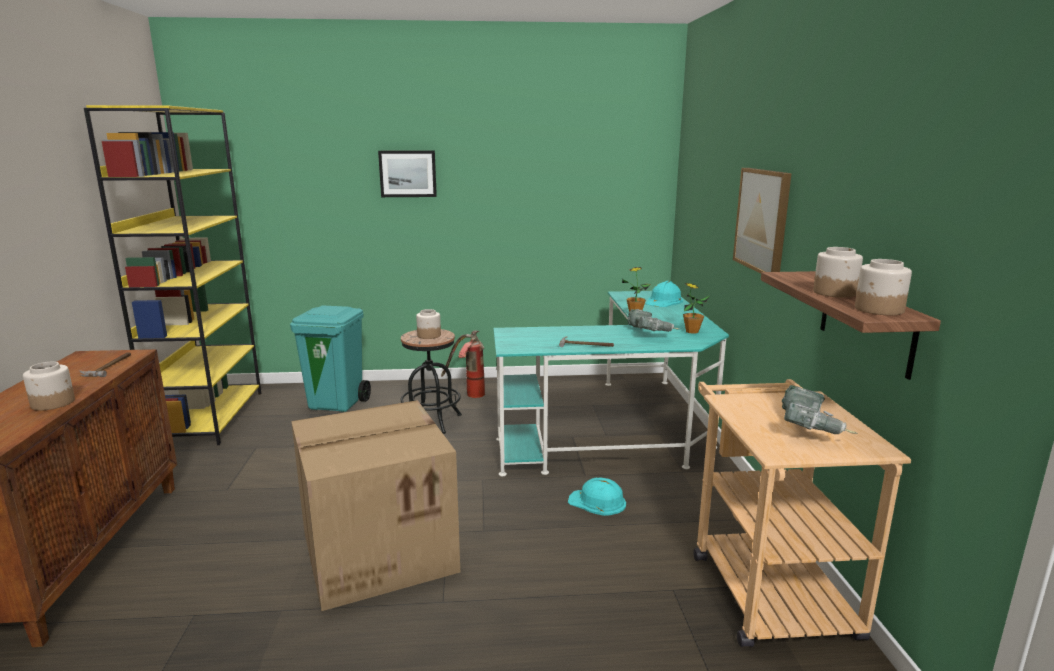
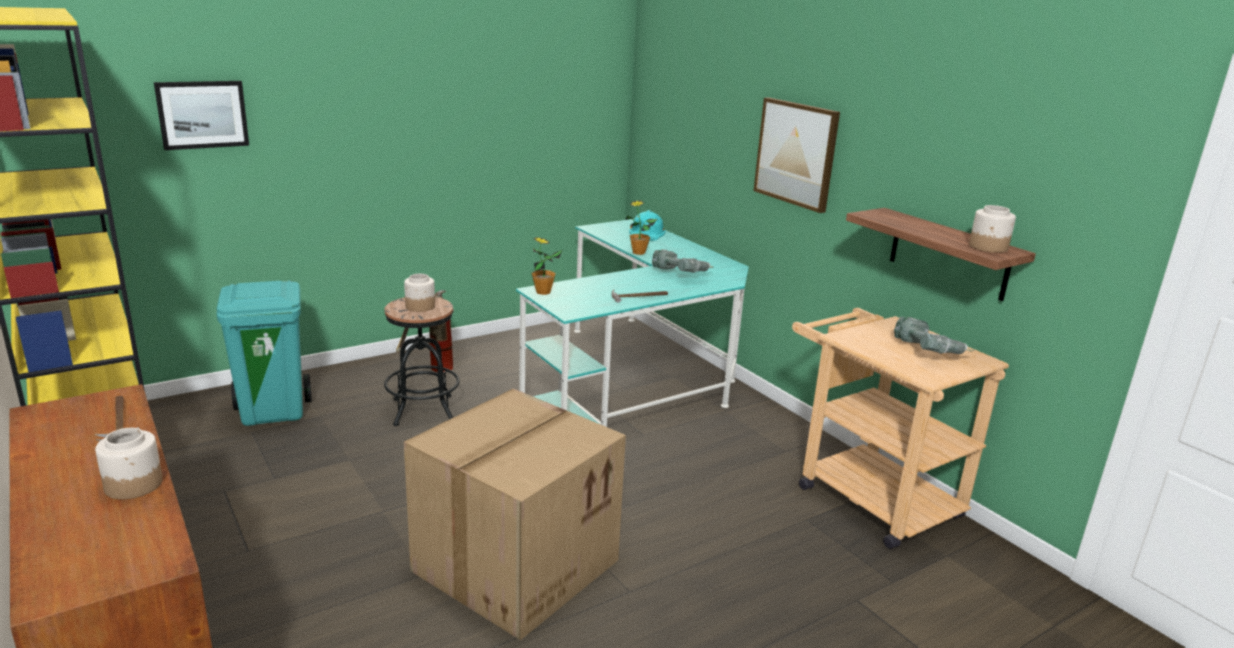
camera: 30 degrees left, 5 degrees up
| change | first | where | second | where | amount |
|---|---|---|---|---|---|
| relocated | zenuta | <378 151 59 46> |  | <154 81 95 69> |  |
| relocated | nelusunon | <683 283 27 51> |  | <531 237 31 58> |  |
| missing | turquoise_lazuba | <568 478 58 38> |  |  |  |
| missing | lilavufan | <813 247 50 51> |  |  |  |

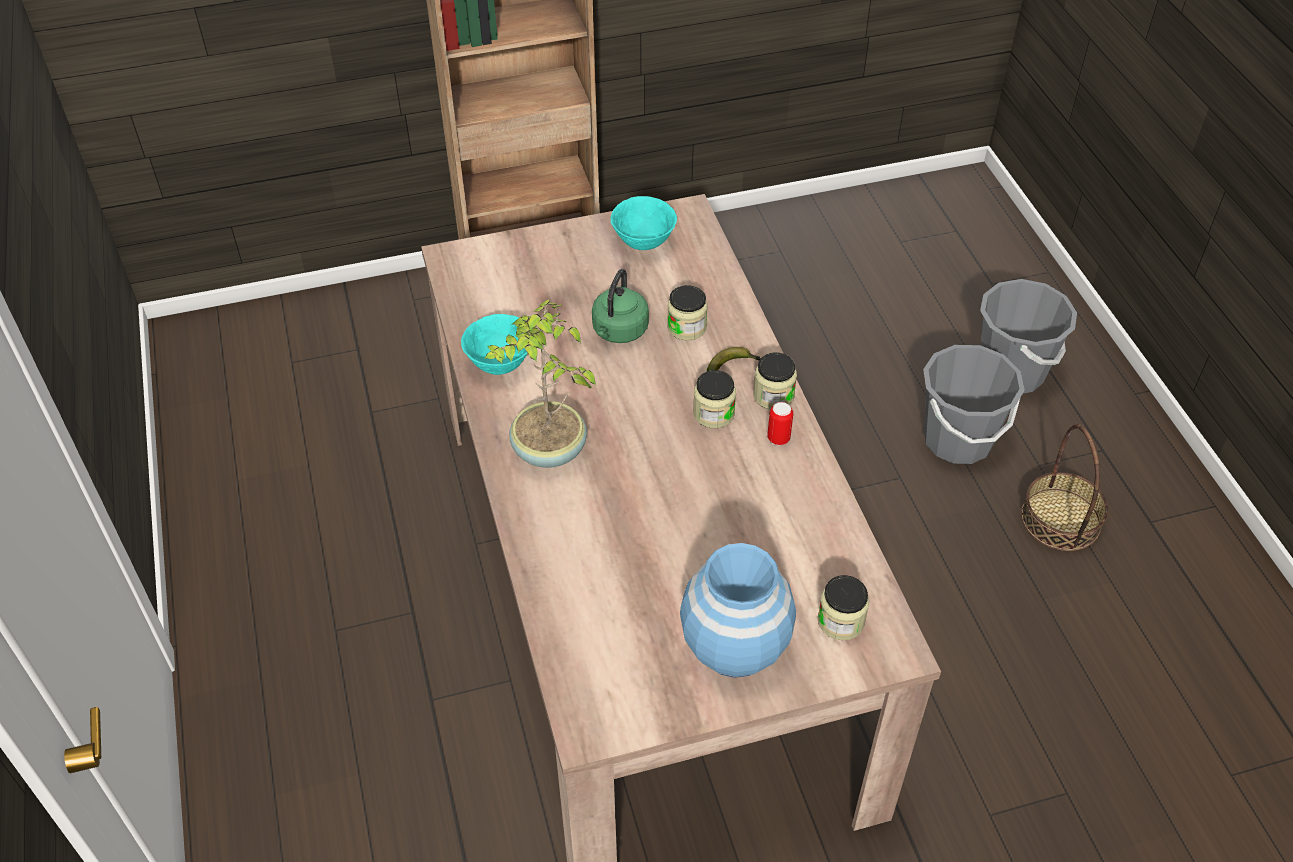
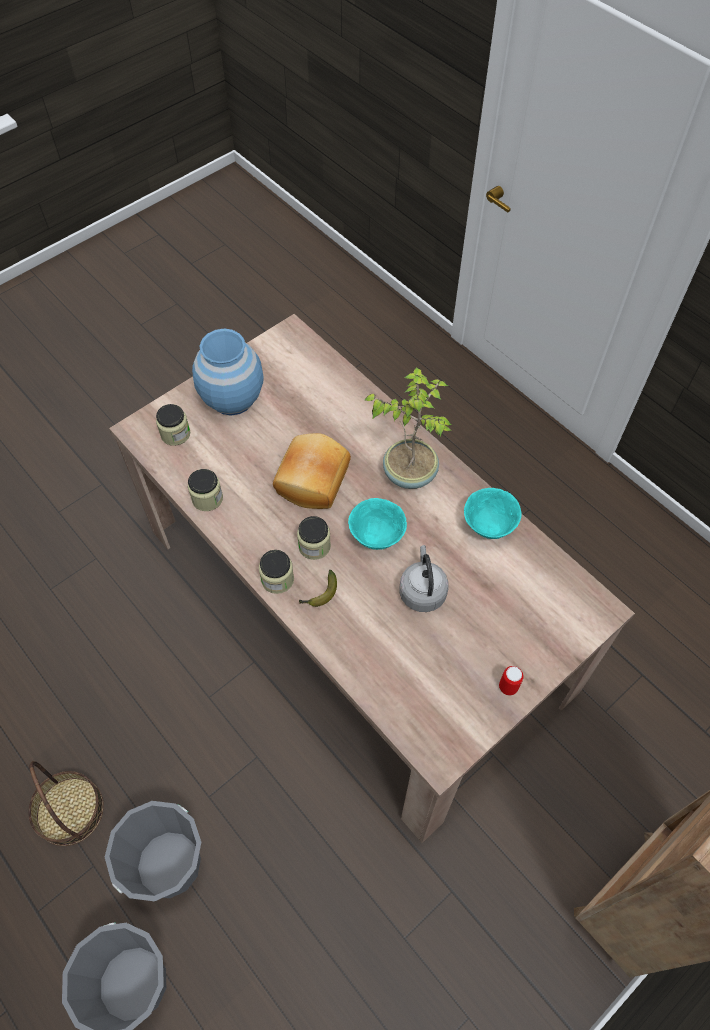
camera: 155 degrees right, 10 degrees up
| change | first | where | second | where | amount |
|---|---|---|---|---|---|
| relocated | lilavufan | <667 285 41 56> |  | <188 469 35 42> |  |
| appeared |  |  | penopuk | <273 433 78 76> |  |
| relocated | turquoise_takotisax | <611 196 66 54> |  | <348 498 59 52> |  |
| colour | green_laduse | <592 269 57 74> | grey_laduse | <399 545 50 67> |  |
| relocated | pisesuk | <767 402 26 44> |  | <499 666 25 29> |  |

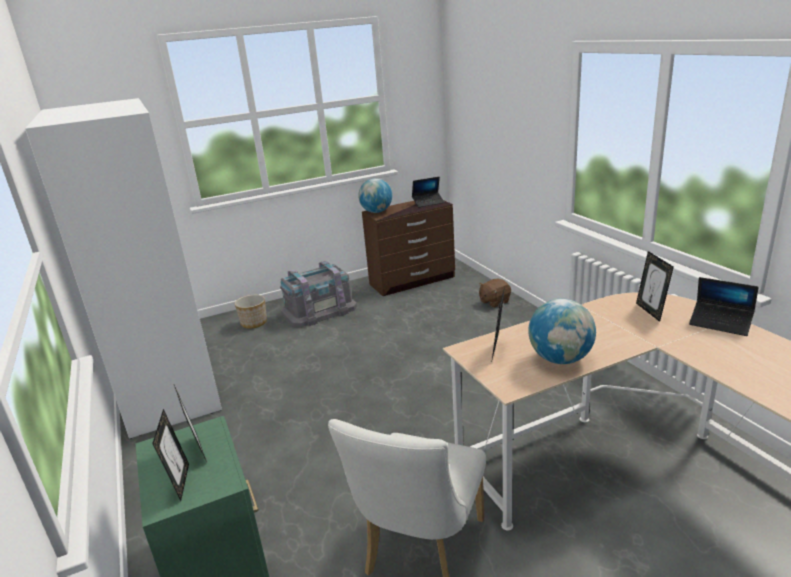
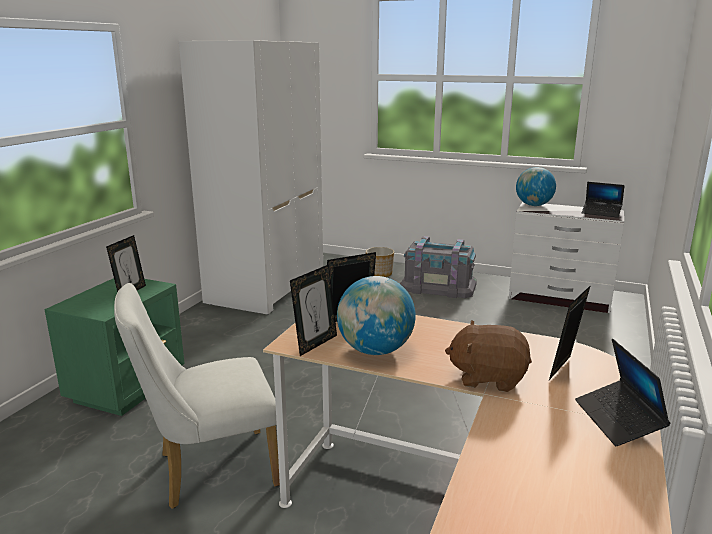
camera: 45 degrees right, 5 degrees down
| change | first | where | second | where | amount |
|---|---|---|---|---|---|
| relocated | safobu | <152 409 37 92> |  | <290 264 47 92> |  |
| relocated | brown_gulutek | <479 279 32 29> |  | <445 320 87 72> |  |
| colour | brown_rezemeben | <362 200 93 96> | white_rezemeben | <509 202 115 111> |  |

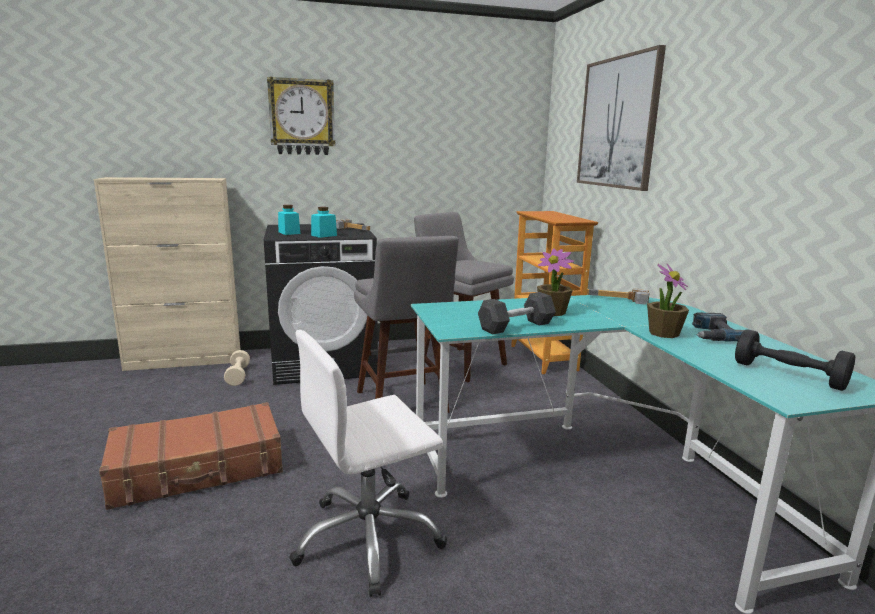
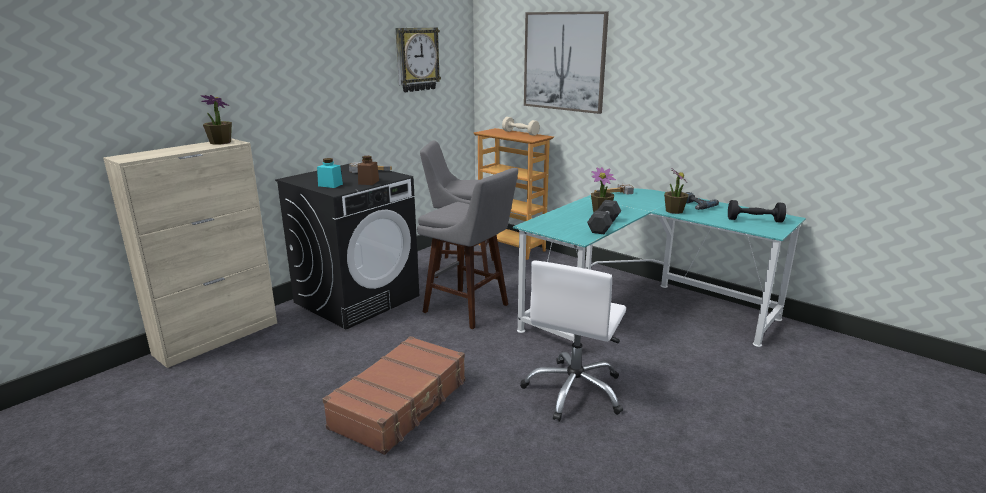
camera: 35 degrees left, 5 degrees up
| change | first | where | second | where | amount |
|---|---|---|---|---|---|
| appeared |  |  | nelusunon | <201 95 31 50> |  |
| colour | turquoise_lilavufan | <311 207 26 31> | brown_lilavufan | <358 156 21 29> |  |
| relocated | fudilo | <267 77 68 78> |  | <396 28 45 64> |  |
| relocated | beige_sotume | <224 350 26 36> |  | <502 117 38 19> |  |

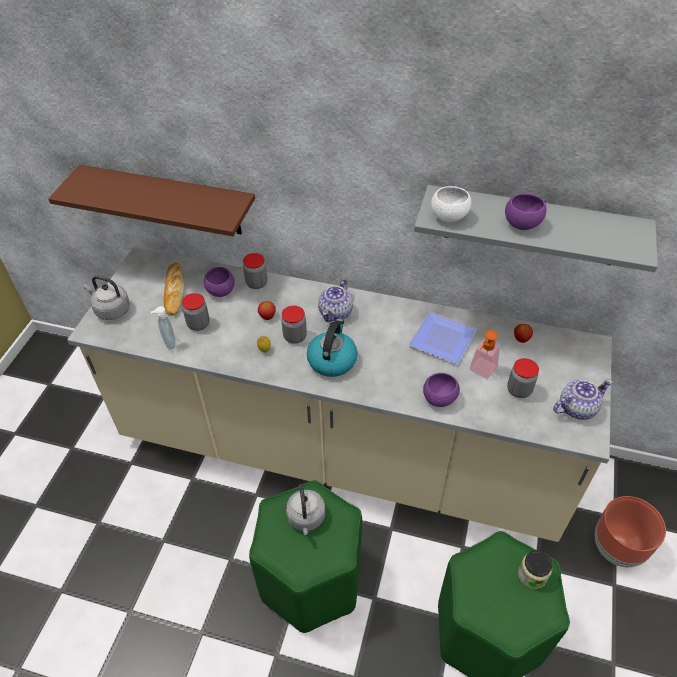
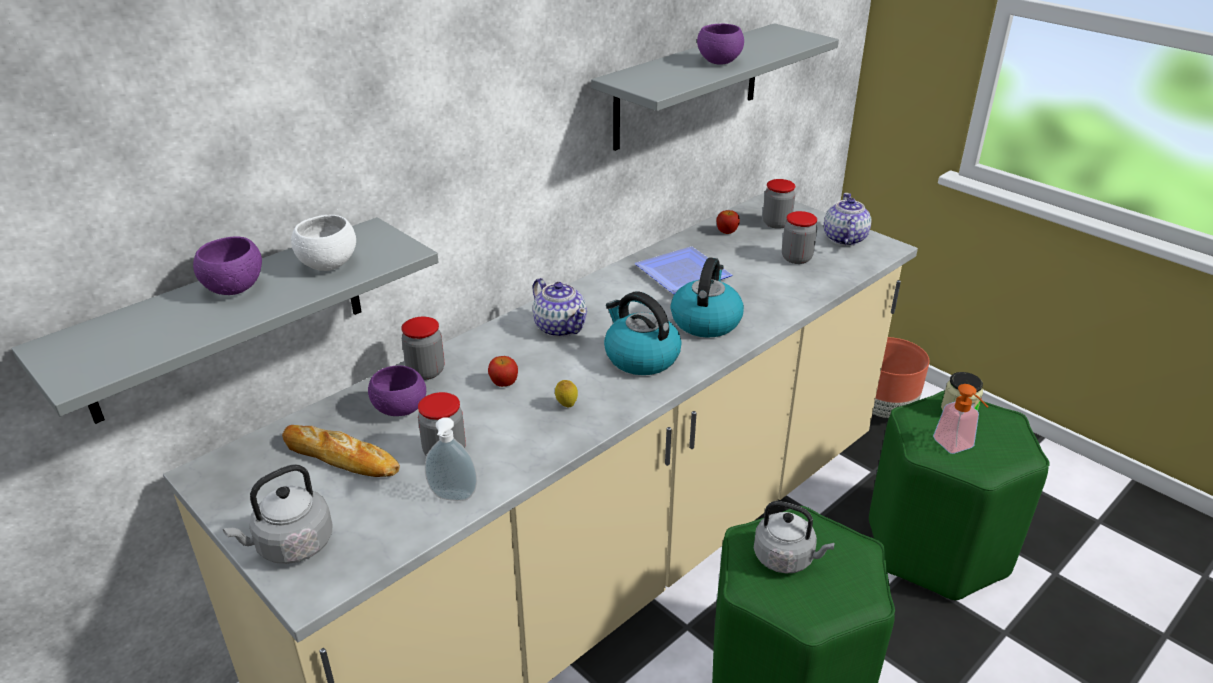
camera: 60 degrees left, 15 degrees down
| change | first | where | second | where | amount |
|---|---|---|---|---|---|
| colour | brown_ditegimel | <48 165 207 71> | grey_ditegimel | <11 217 428 207> |  |
| relocated | purple_takotisax | <423 373 37 34> |  | <193 237 69 58> |  |
| relocated | white_takotisax | <431 186 40 36> |  | <291 215 65 56> |  |
| appeared |  |  | laduse | <670 257 74 81> |  |
| relocated | lilavufan | <281 306 26 38> |  | <763 179 32 50> |  |
| relocated | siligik | <469 330 31 49> |  | <933 384 55 70> |  |

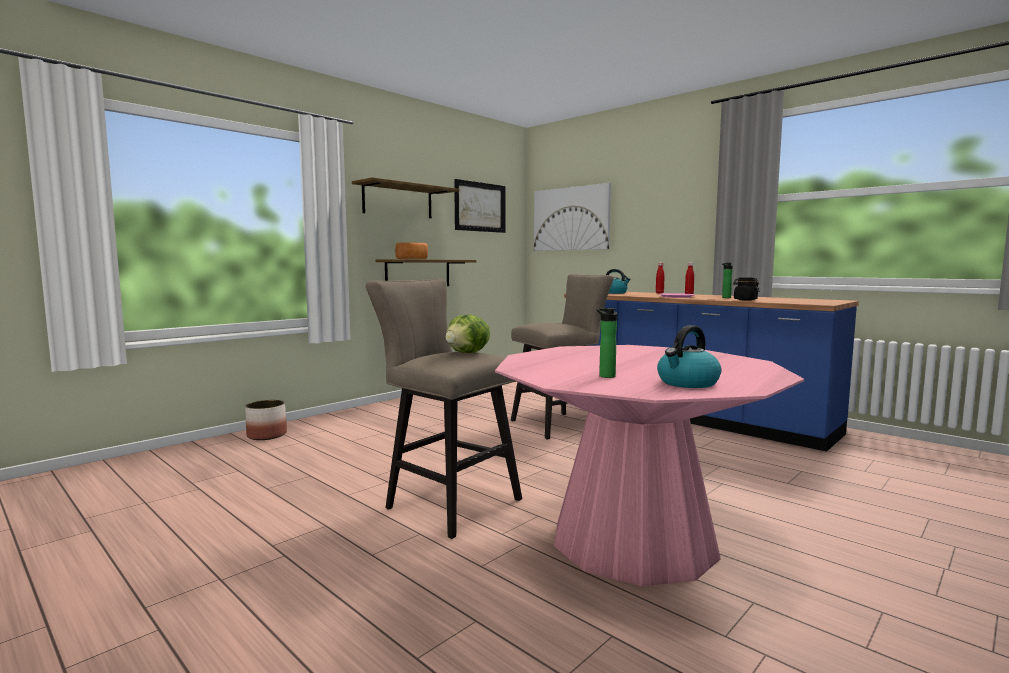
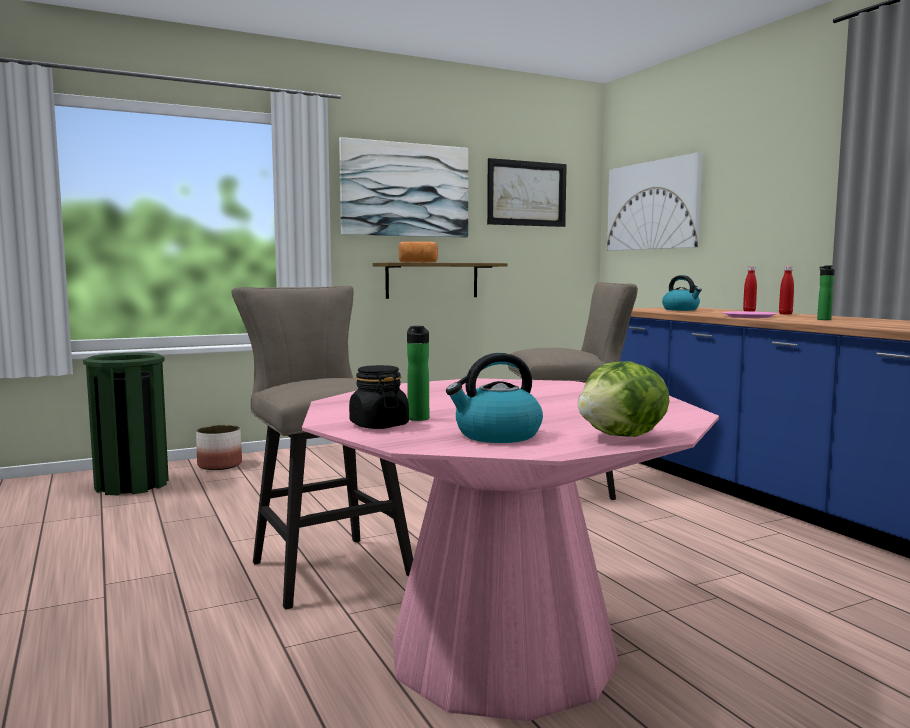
camera: 20 degrees right, 0 degrees up
| change | first | where | second | where | amount |
|---|---|---|---|---|---|
| appeared |  |  | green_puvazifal | <83 352 86 143> |  |
| exchanged | ditegimel | <352 177 107 41> | zenuta | <339 137 129 100> |  |
| relocated | black_lilavufan | <733 278 27 23> |  | <349 365 60 64> |  |
| relocated | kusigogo | <445 314 45 39> |  | <577 361 93 76> |  |

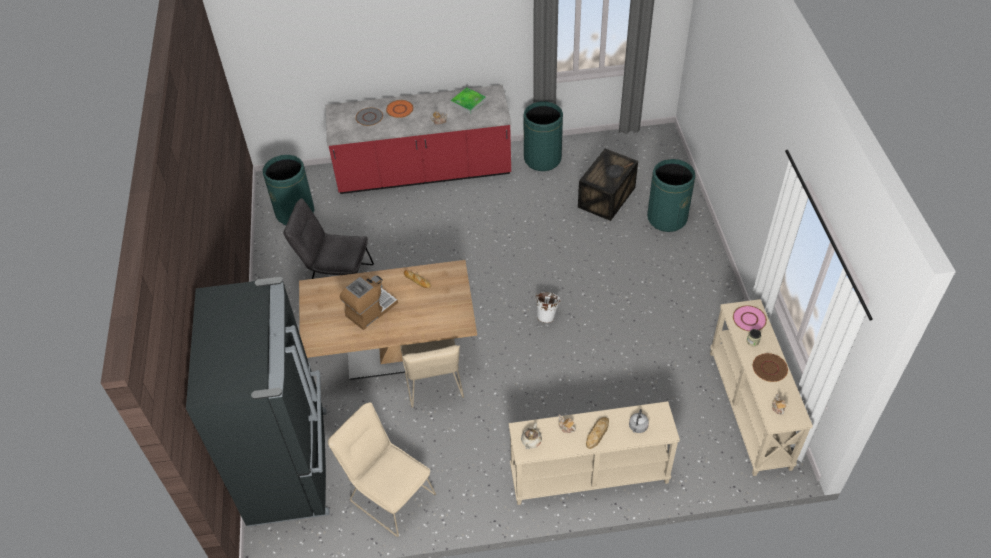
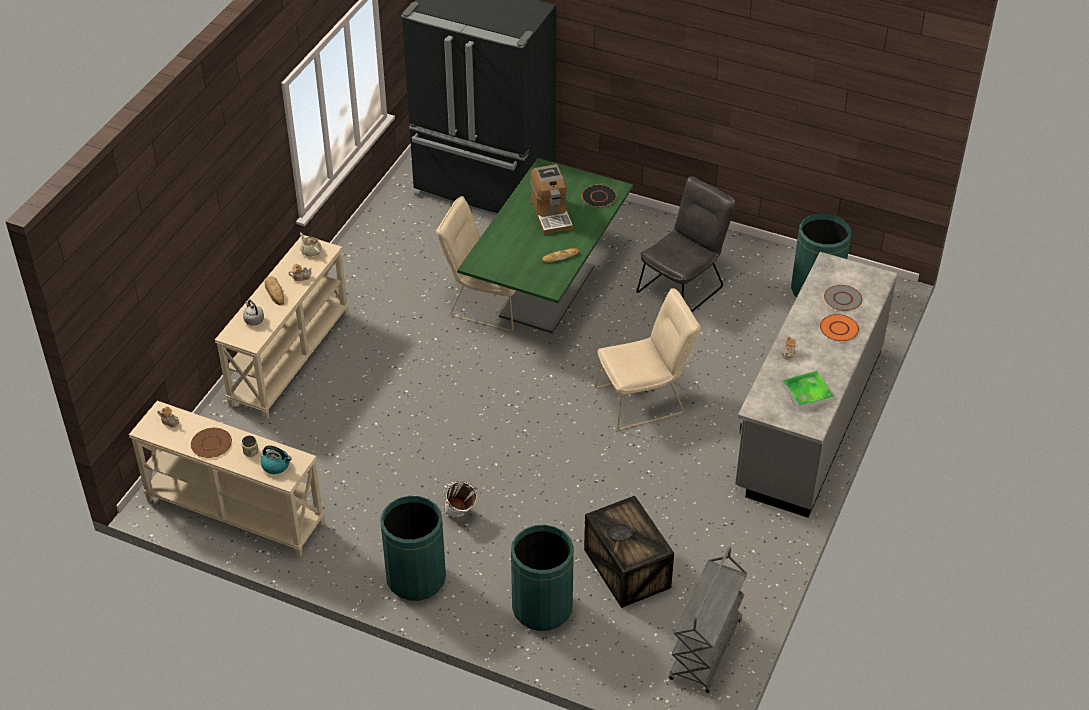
camera: 120 degrees right, 5 degrees down
| change | first | where | second | where | amount |
|---|---|---|---|---|---|
| exchanged | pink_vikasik | <733 305 34 27> | laduse | <260 445 32 29> |  |
| relocated | green_puvazifal | <523 101 40 70> |  | <380 496 66 105> |  |
| relocated | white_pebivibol | <535 292 26 31> |  | <444 481 33 37> |  |
| colour | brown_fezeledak | <299 260 178 120> | green_fezeledak | <457 158 176 175> |  |
| appeared |  |  | black_vikasik | <581 185 36 22> |  |
| relocated | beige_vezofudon | <328 402 108 135> |  | <595 288 105 142> |  |
| appeared |  |  | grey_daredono | <669 546 78 147> |  |
| colour | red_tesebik | <325 85 186 109> | grey_tesebik | <735 252 162 266> |  |

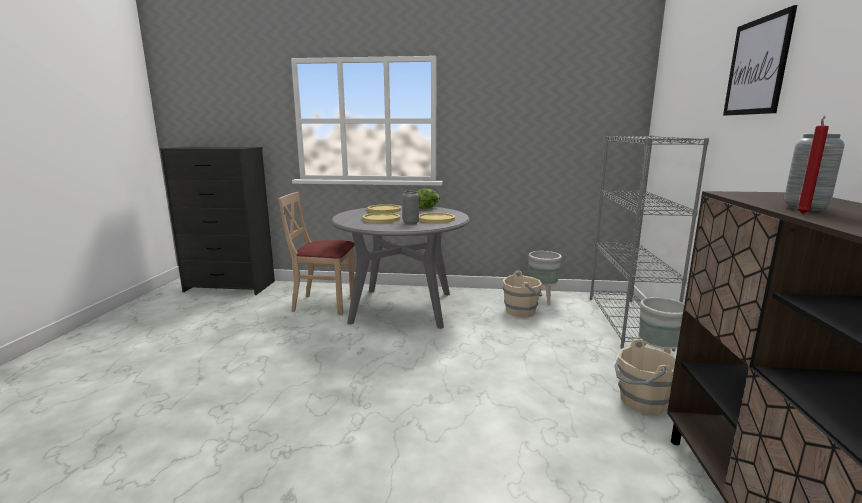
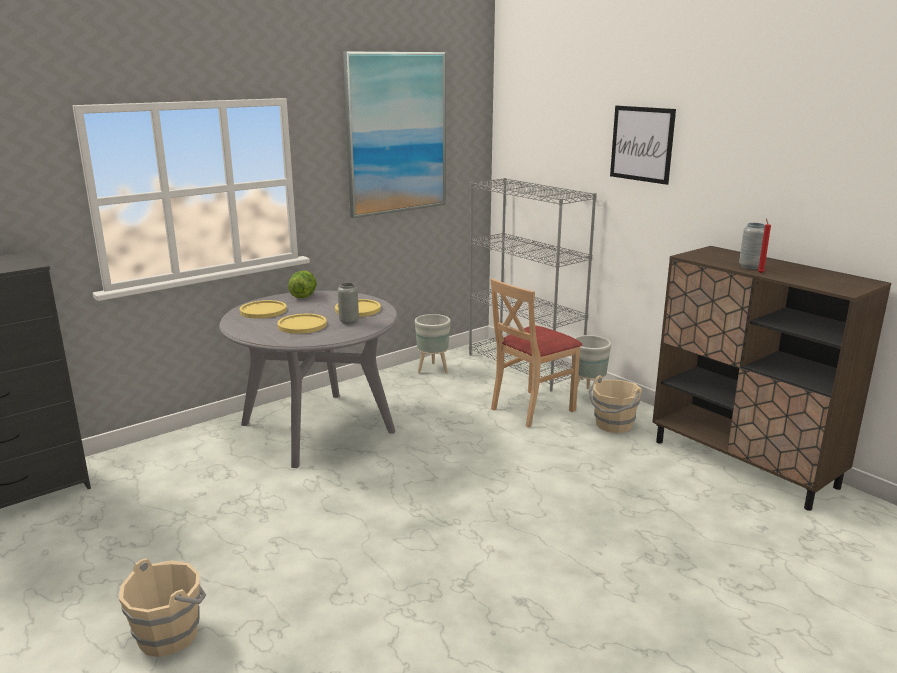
camera: 45 degrees left, 5 degrees up
| change | first | where | second | where | amount |
|---|---|---|---|---|---|
| relocated | beige_pebivibol | <502 271 40 46> |  | <119 558 87 99> |  |
| appeared |  |  | zenuta | <343 51 103 167> |  |
| relocated | beige_vezofudon | <278 192 77 123> |  | <490 278 92 150> |  |

